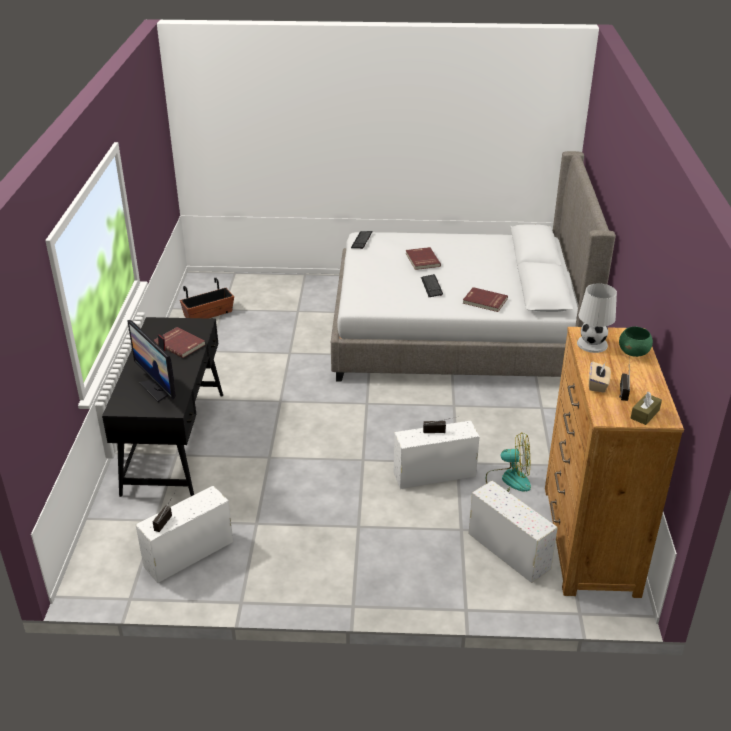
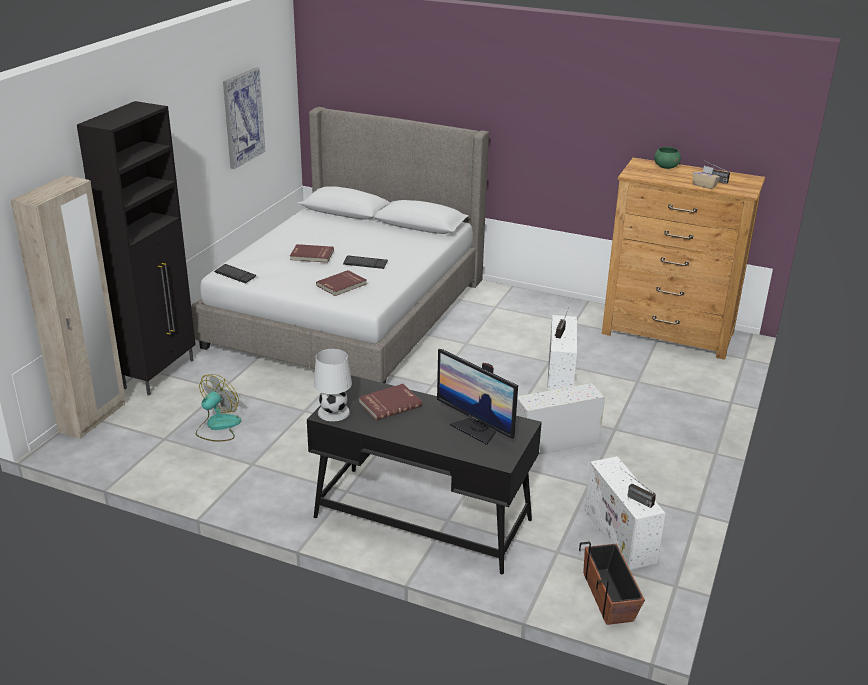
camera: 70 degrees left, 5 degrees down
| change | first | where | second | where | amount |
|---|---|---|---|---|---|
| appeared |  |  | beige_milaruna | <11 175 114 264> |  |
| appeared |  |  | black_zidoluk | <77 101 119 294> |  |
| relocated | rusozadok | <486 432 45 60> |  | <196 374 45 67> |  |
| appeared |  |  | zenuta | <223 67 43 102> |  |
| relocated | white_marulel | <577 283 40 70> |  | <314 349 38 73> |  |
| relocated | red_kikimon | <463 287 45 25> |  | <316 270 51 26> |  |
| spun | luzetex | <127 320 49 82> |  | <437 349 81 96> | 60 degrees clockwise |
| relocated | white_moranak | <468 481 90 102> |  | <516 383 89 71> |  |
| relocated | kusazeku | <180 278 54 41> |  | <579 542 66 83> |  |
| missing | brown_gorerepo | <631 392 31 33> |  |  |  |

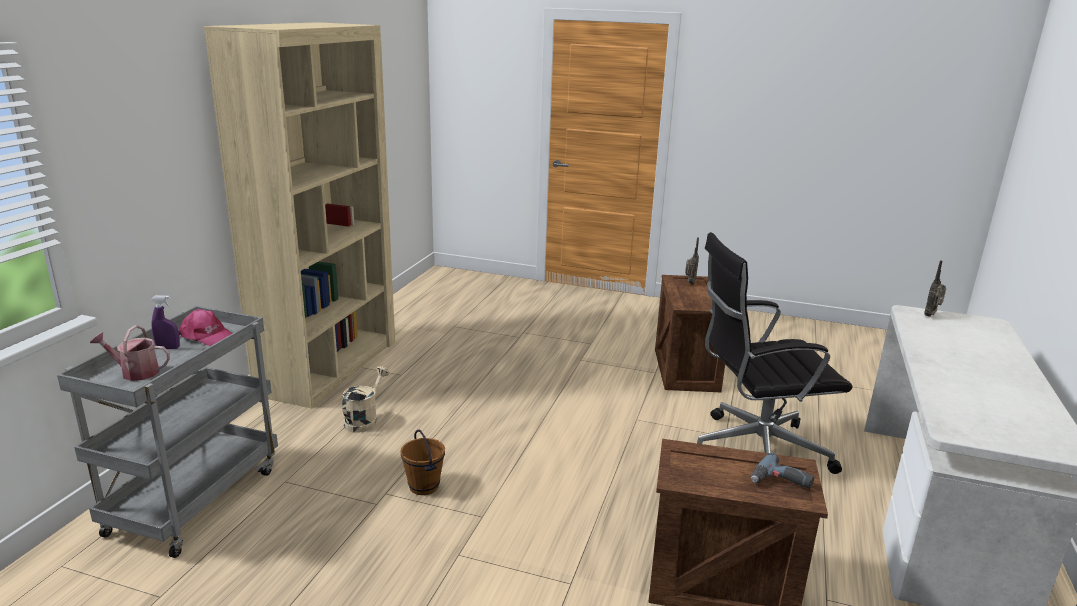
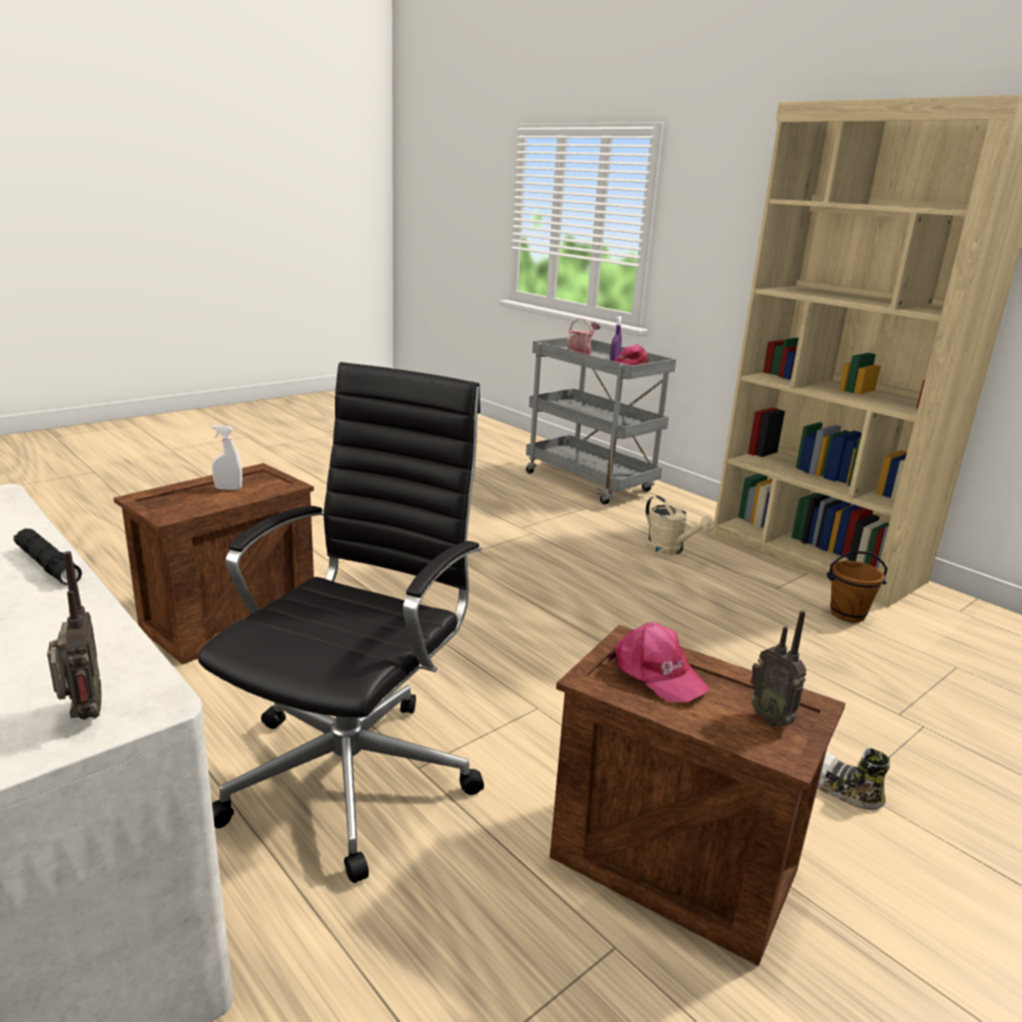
camera: 120 degrees right, 0 degrees up
| change | first | where | second | where | amount |
|---|---|---|---|---|---|
| appeared |  |  | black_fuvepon | <14 529 68 56> |  |
| appeared |  |  | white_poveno | <212 425 30 65> |  |
| appeared |  |  | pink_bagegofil | <608 622 102 80> |  |
| appeared |  |  | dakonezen | <817 747 73 63> |  |
| relocated | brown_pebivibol | <400 429 45 66> |  | <827 551 61 71> |  |
| missing | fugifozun | <750 453 64 35> |  |  |  |

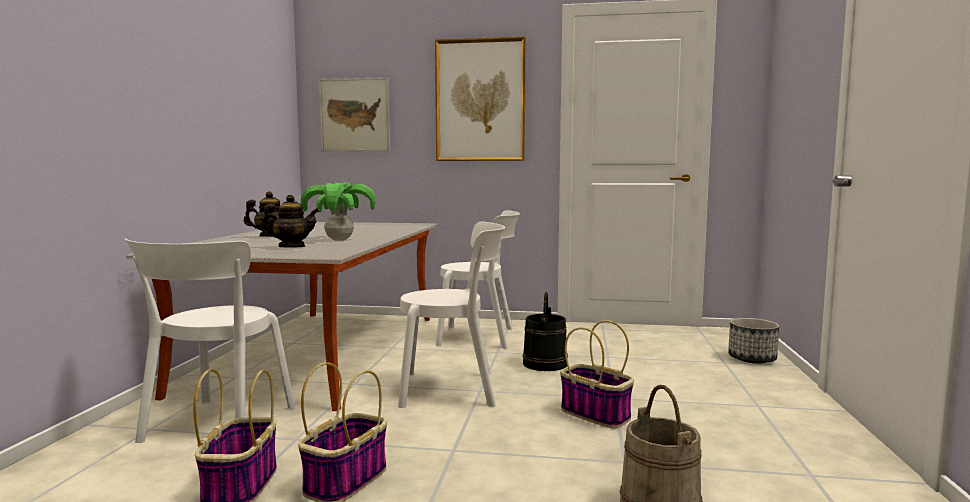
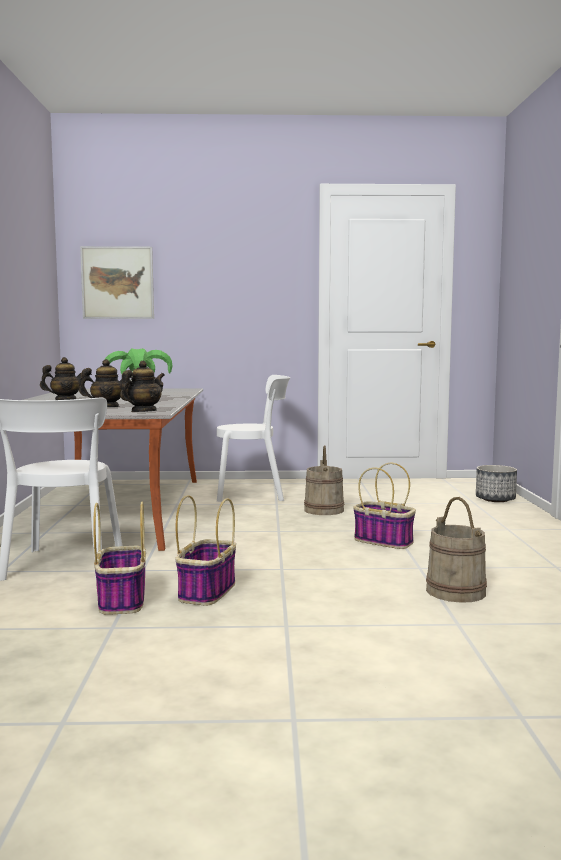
camera: 10 degrees left, 0 degrees up
| change | first | where | second | where | amount |
|---|---|---|---|---|---|
| appeared |  |  | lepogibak | <120 361 45 51> |  |
| colour | black_pebivibol | <523 292 45 79> | beige_pebivibol | <304 446 40 69> |  |
| missing | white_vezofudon | <398 222 107 186> |  |  |  |
| missing | zenuta | <435 36 90 125> |  |  |  |

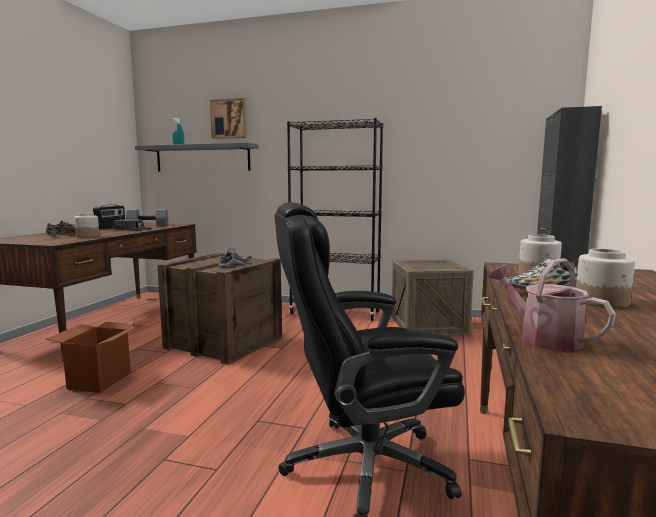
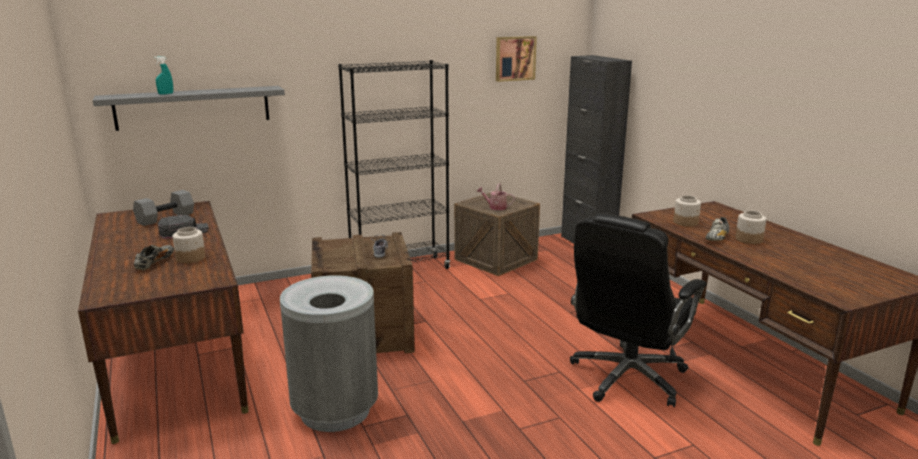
camera: 40 degrees left, 10 degrees up
| change | first | where | second | where | amount |
|---|---|---|---|---|---|
| exchanged | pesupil | <45 322 97 71> | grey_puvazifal | <280 275 98 157> |  |
| relocated | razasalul | <488 258 128 93> |  | <476 183 39 27> |  |
| relocated | zenuta | <210 98 37 41> |  | <496 36 41 46> |  |
| missing | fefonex | <93 205 32 25> |  |  |  |

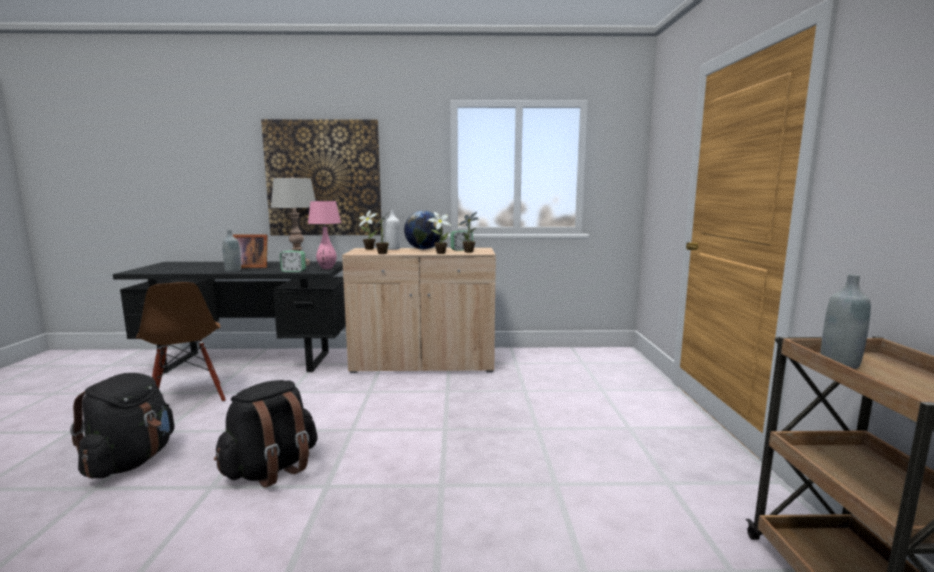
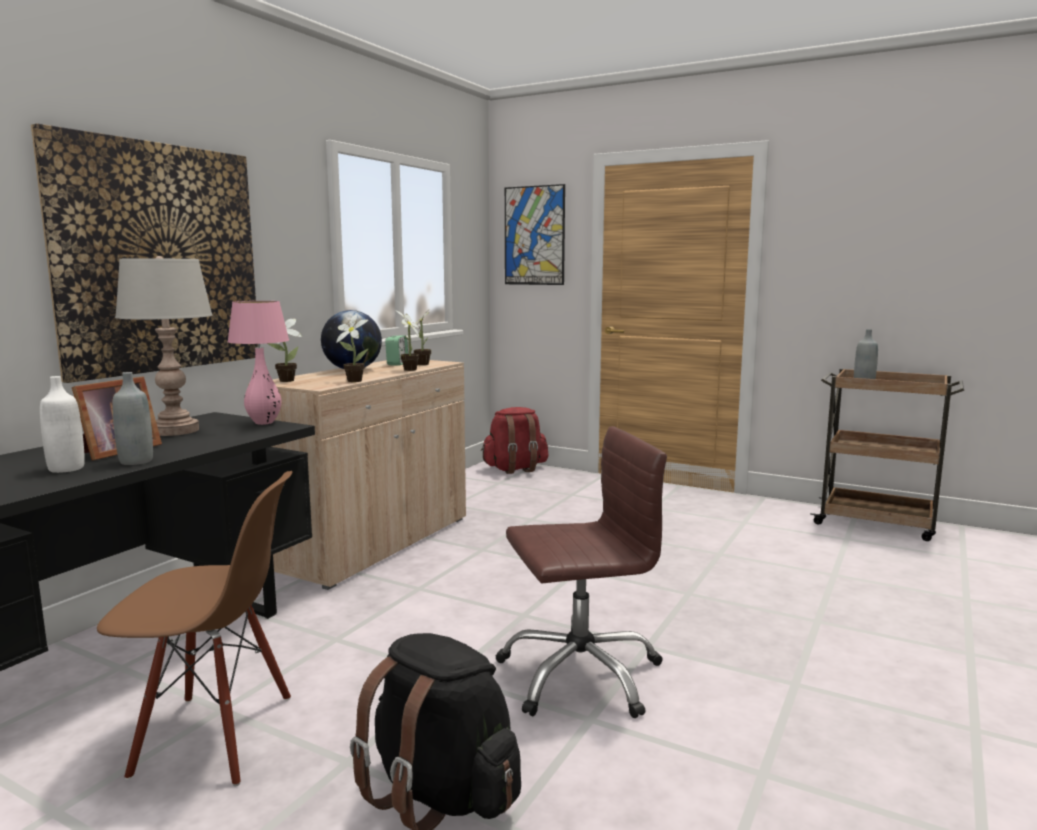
camera: 60 degrees left, 0 degrees up
| change | first | where | second | where | amount |
|---|---|---|---|---|---|
| relocated | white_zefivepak | <386 210 15 40> |  | <40 376 45 97> |  |
| appeared |  |  | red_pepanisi | <481 407 68 67> |  |
| exchanged | black_pepanisi | <214 380 104 108> | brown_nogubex | <495 426 172 292> |  |
| appeared |  |  | zenuta | <505 184 60 101> |  |
| missing | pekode | <280 251 26 21> |  |  |  |

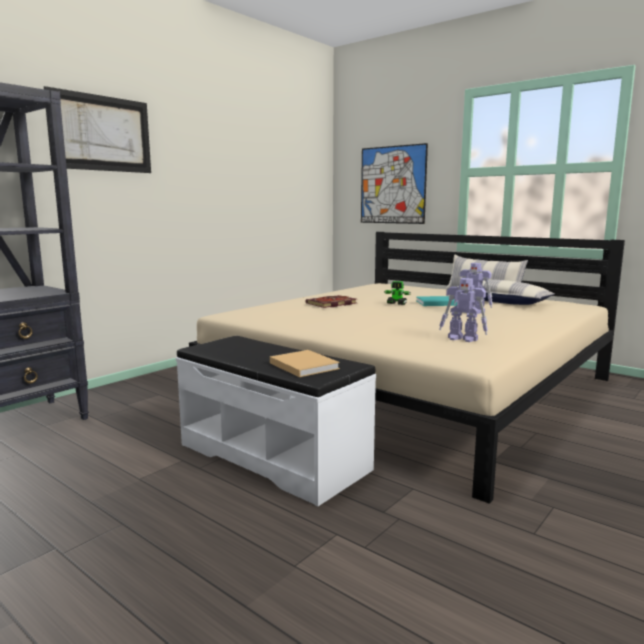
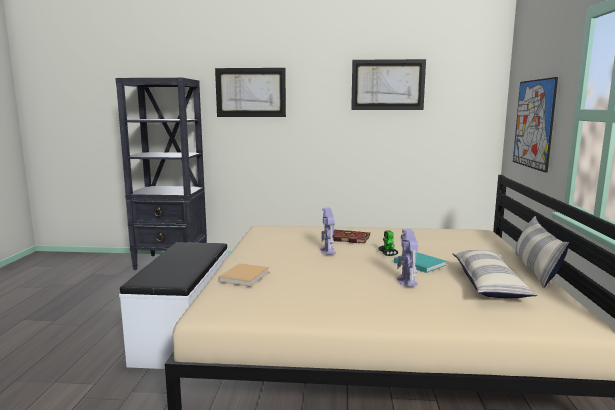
camera: 55 degrees right, 0 degrees up
| change | first | where | second | where | amount |
|---|---|---|---|---|---|
| relocated | beige_kikimon | <270 350 70 27> |  | <218 263 52 24> |  |
| relocated | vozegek | <439 278 49 64> |  | <320 208 16 47> |  |
| appeared |  |  | zenuta | <351 59 75 51> |  |

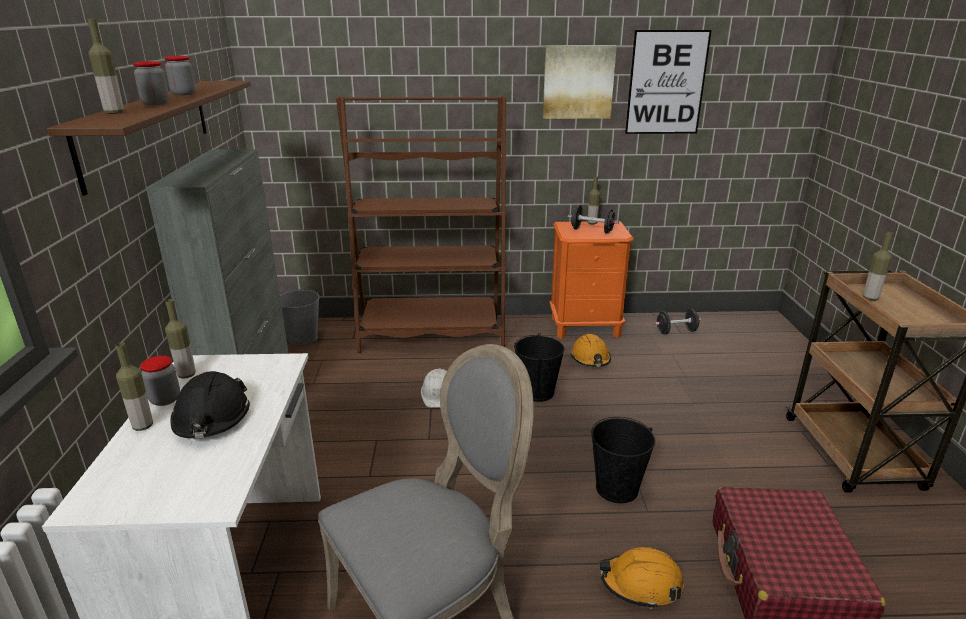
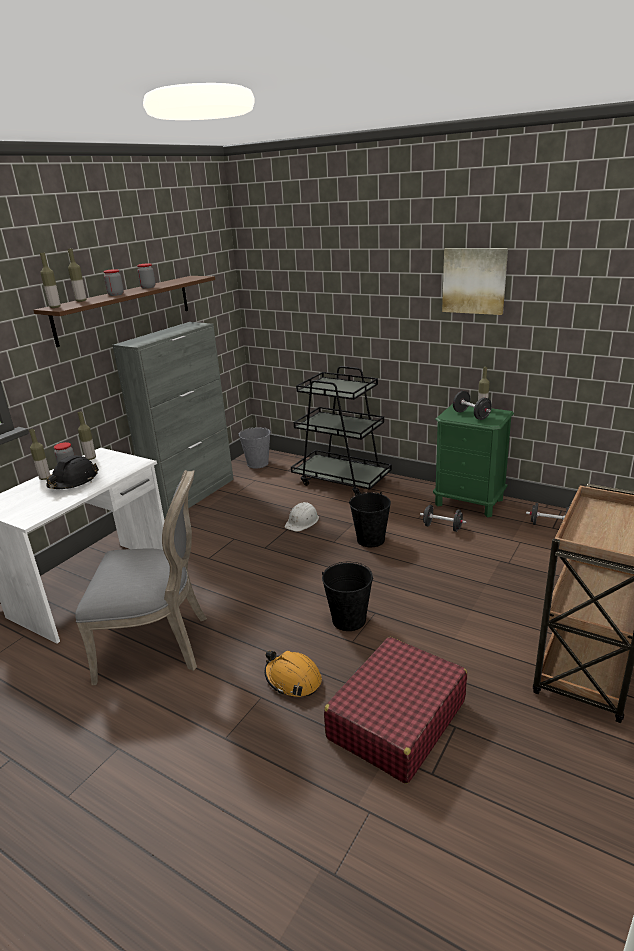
camera: 35 degrees right, 0 degrees up
| change | first | where | second | where | amount |
|---|---|---|---|---|---|
| relocated | zefivepak | <863 232 30 68> |  | <40 253 21 55> |  |
| exchanged | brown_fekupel | <336 96 170 257> | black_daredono | <291 366 101 130> |  |
| exchanged | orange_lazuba | <571 334 40 33> | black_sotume | <420 505 46 27> |  |
| colour | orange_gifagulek | <549 221 85 118> | green_gifagulek | <433 404 81 113> |  |
| missing | zenuta | <625 30 87 104> |  |  |  |

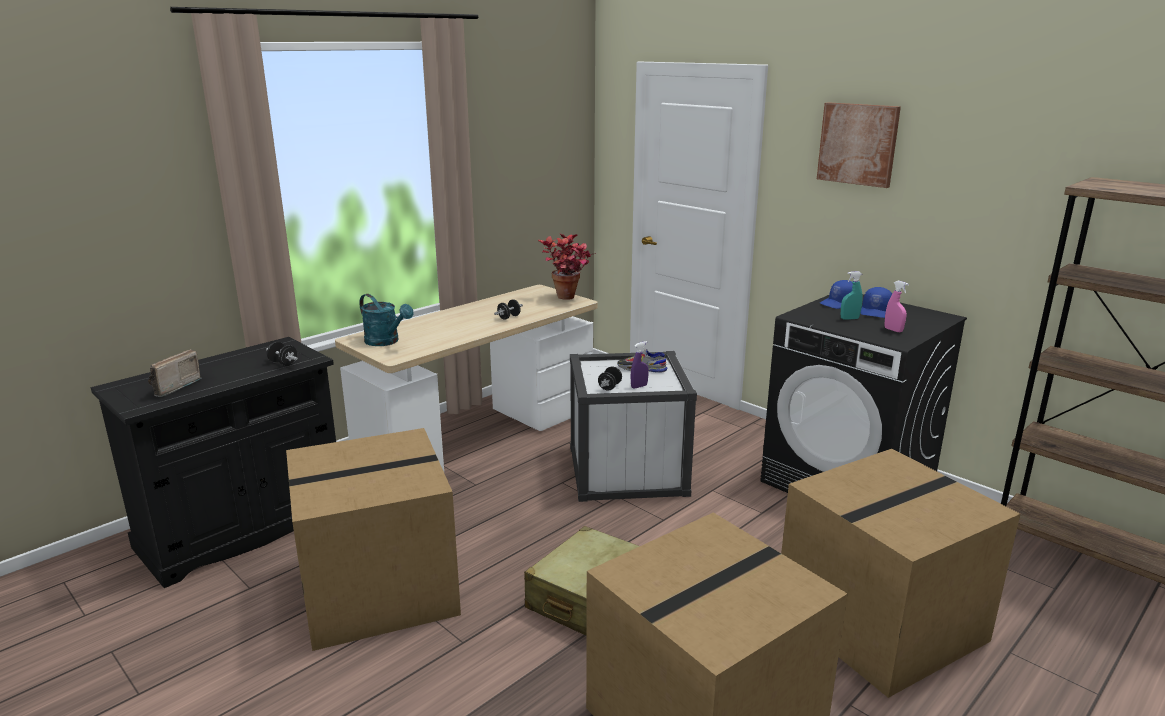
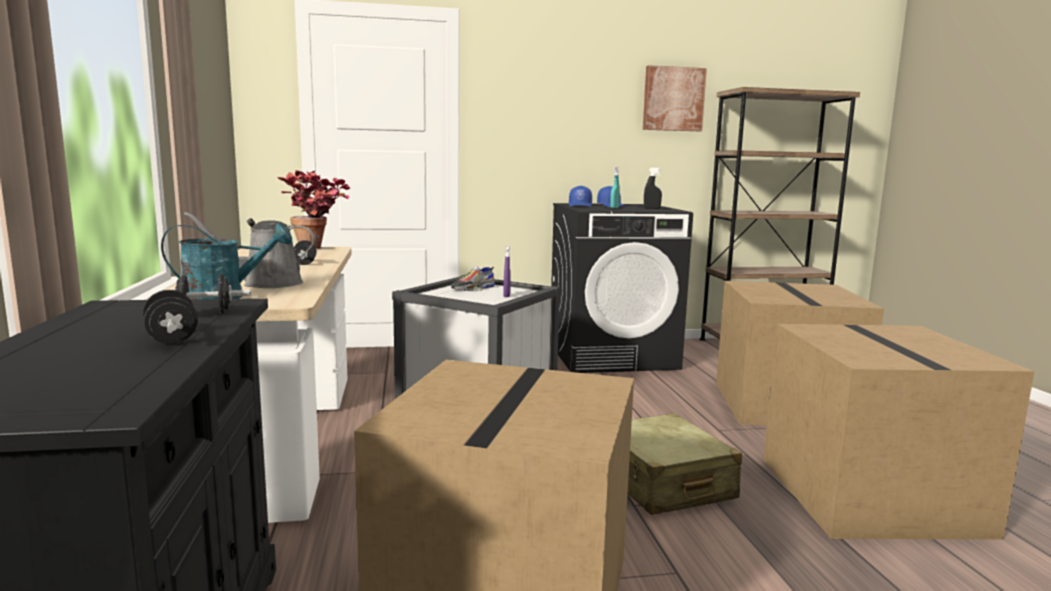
camera: 55 degrees left, 10 degrees down
| change | first | where | second | where | amount |
|---|---|---|---|---|---|
| relocated | black_sotume | <598 367 24 24> |  | <143 290 55 54> |  |
| appeared |  |  | grey_razasalul | <184 212 132 76> |  |
| relocated | zenuta | <817 102 84 86> |  | <643 65 64 66> |  |
| colour | pink_poveno | <885 281 24 51> | black_poveno | <644 168 18 41> |  |
| missing | fefonex | <148 349 54 48> |  |  |  |

